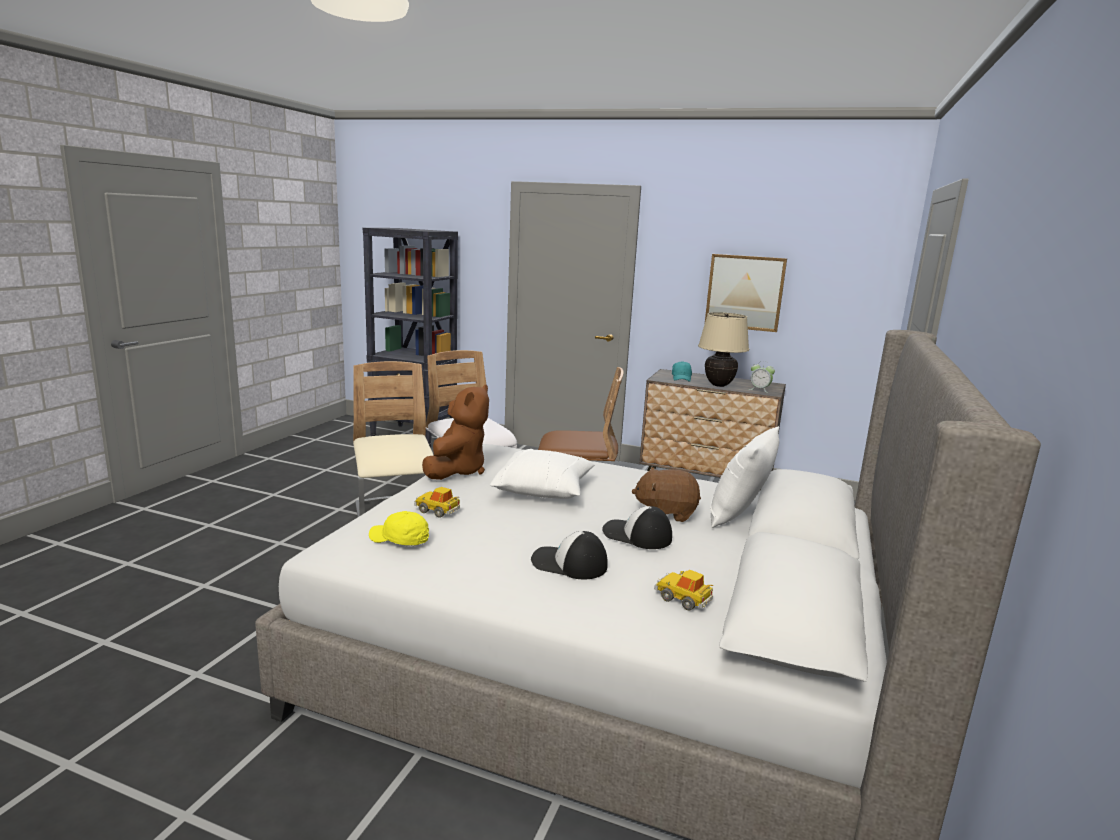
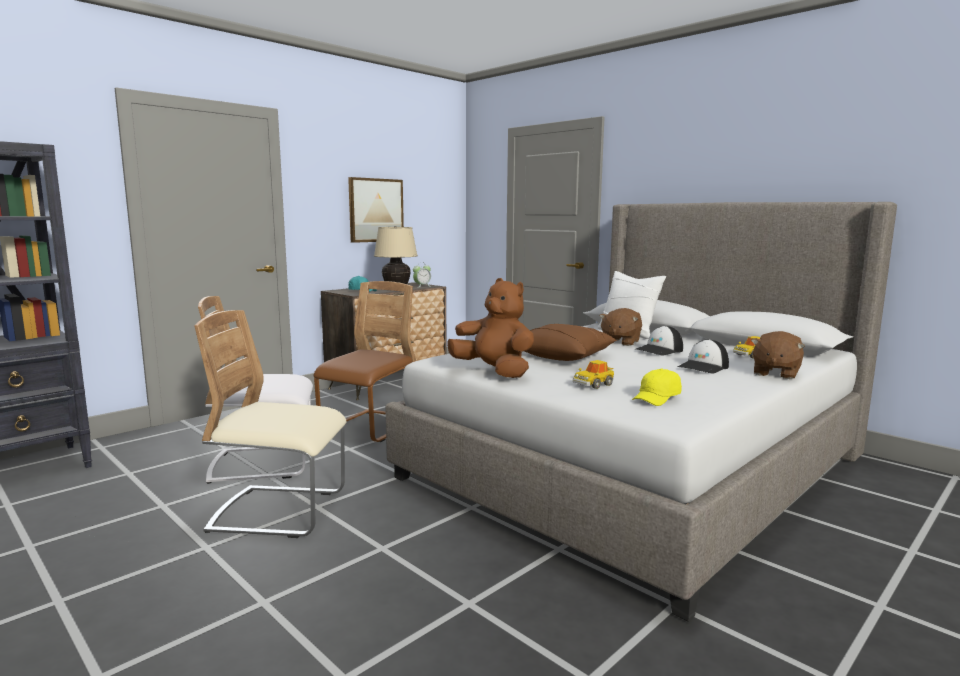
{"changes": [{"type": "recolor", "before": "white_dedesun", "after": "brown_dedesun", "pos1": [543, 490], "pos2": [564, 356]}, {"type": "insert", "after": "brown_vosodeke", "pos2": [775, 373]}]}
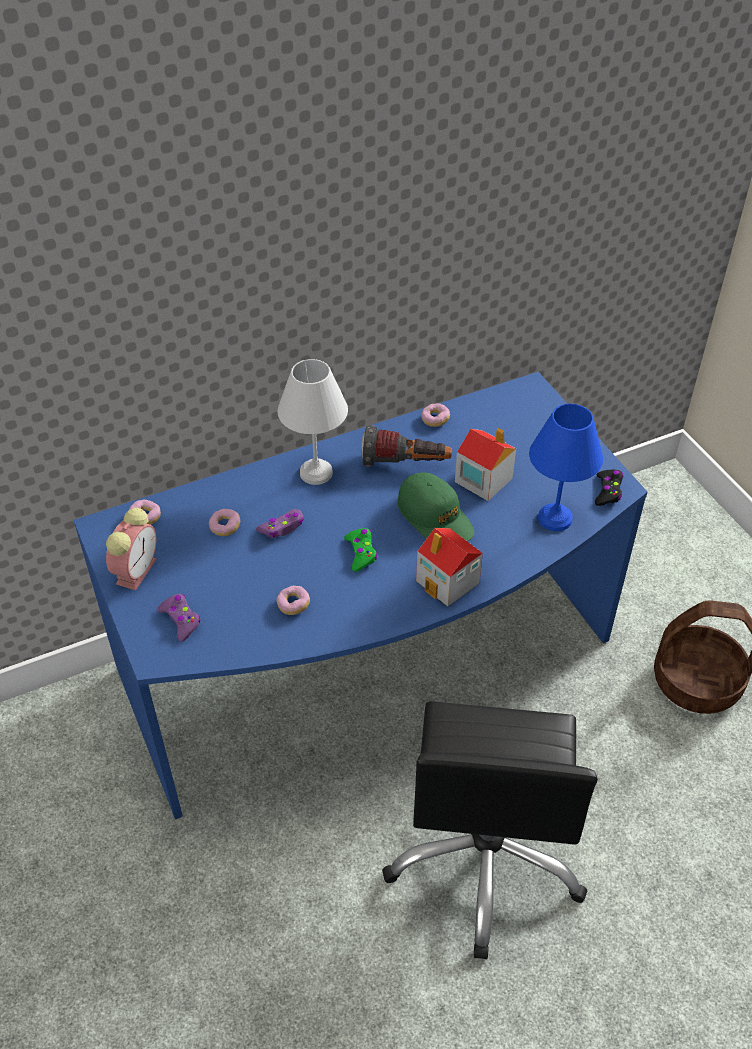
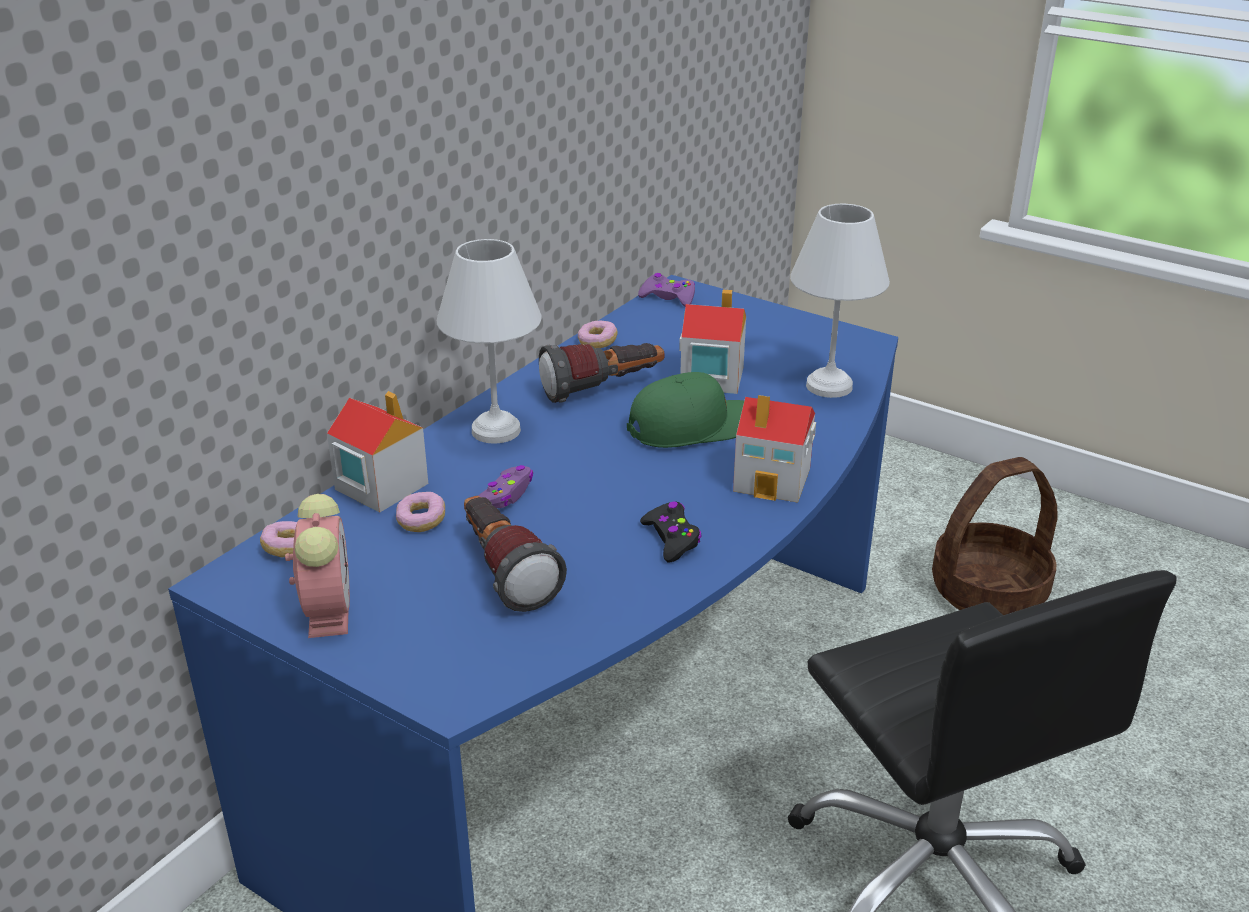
{"changes": [{"type": "recolor", "before": "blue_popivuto", "after": "white_popivuto", "pos1": [553, 519], "pos2": [828, 387]}, {"type": "move", "before": "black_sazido", "pos1": [608, 491], "pos2": [671, 539]}, {"type": "rotate", "before": "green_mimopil", "pos1": [435, 517], "pos2": [692, 426], "turn": -45}, {"type": "delete", "before": "green_sazido", "pos1": [361, 553]}, {"type": "delete", "before": "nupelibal", "pos1": [293, 605]}, {"type": "move", "before": "purple_sazido", "pos1": [181, 620], "pos2": [668, 297]}, {"type": "insert", "after": "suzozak", "pos2": [380, 486]}, {"type": "insert", "after": "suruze", "pos2": [504, 571]}]}
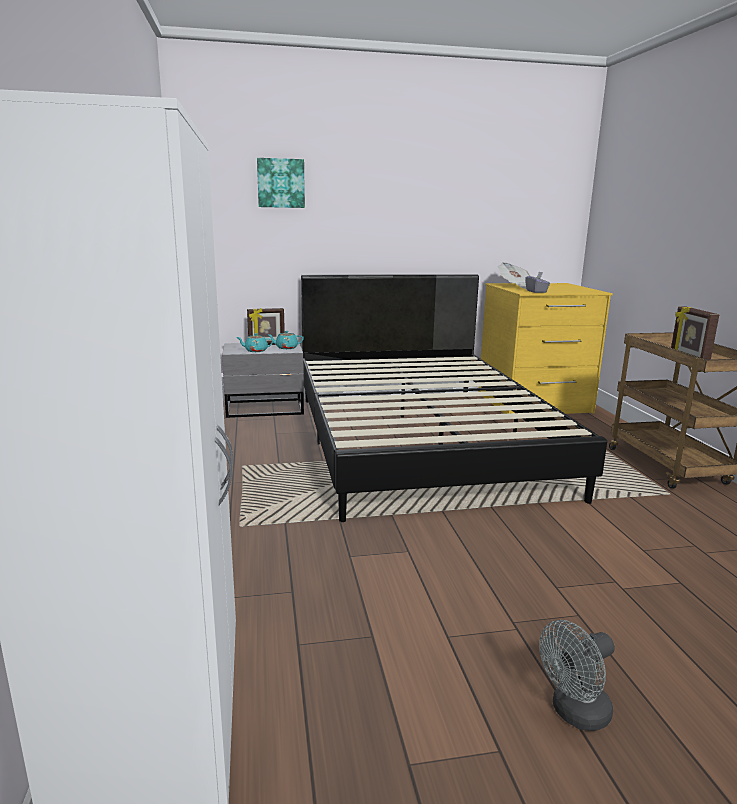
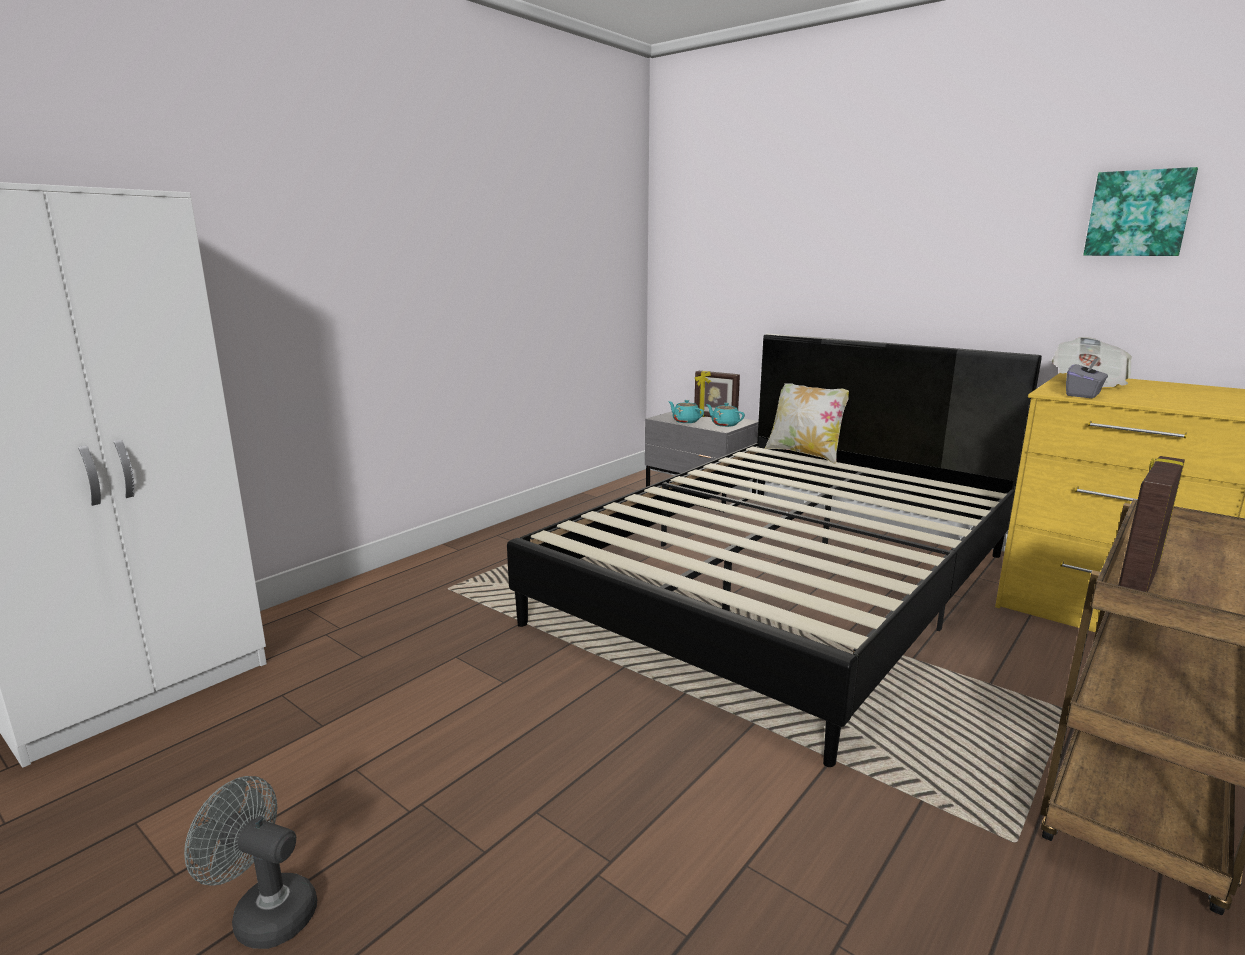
{"changes": [{"type": "move", "before": "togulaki", "pos1": [281, 183], "pos2": [1138, 213]}, {"type": "insert", "after": "dedesun", "pos2": [805, 454]}]}
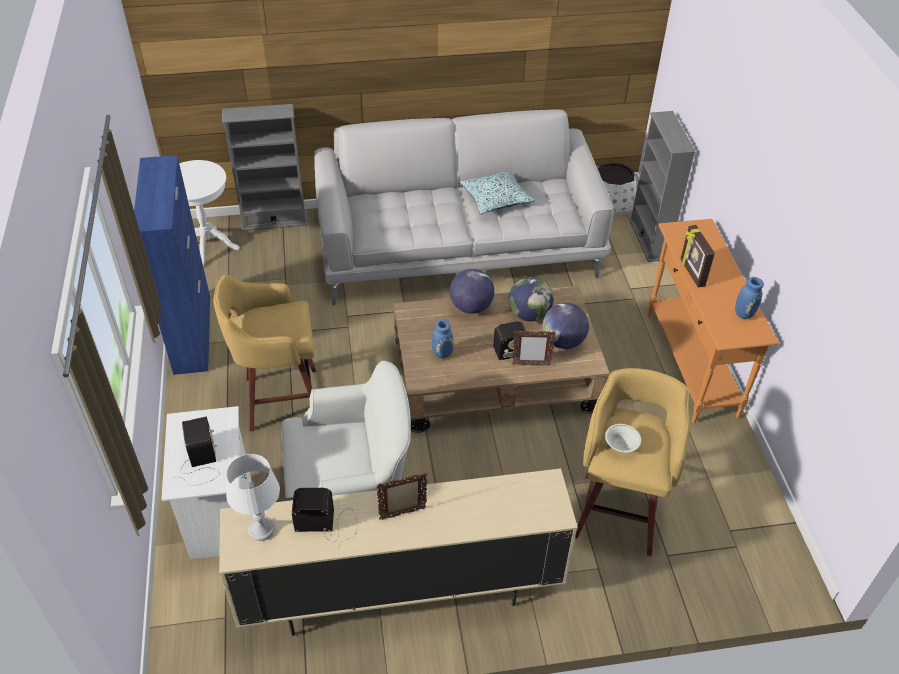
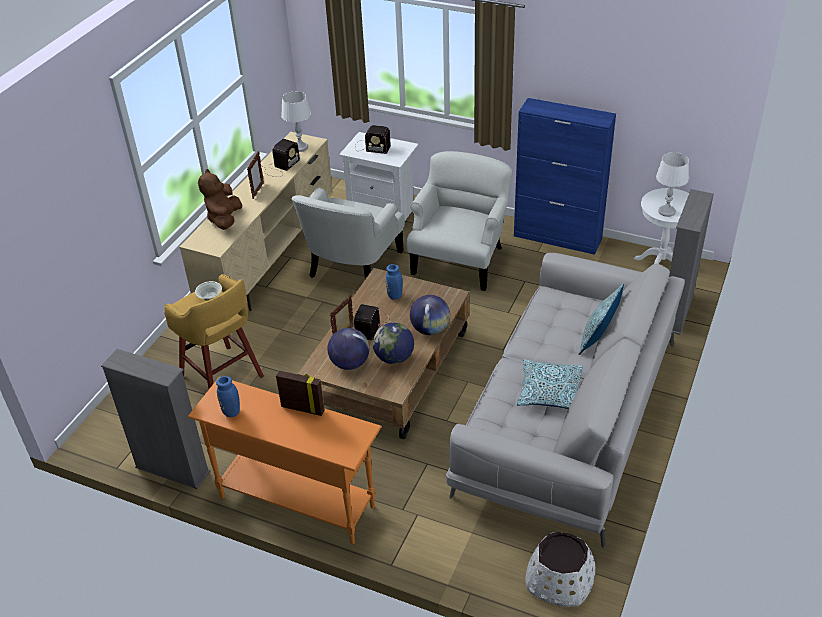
{"changes": [{"type": "move", "before": "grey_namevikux", "pos1": [649, 239], "pos2": [172, 470]}, {"type": "replace", "before": "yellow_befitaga", "after": "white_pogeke", "pos1": [280, 399], "pos2": [460, 259]}, {"type": "insert", "after": "white_popivuto", "pos2": [667, 211]}, {"type": "insert", "after": "brown_vosodeke", "pos2": [224, 219]}, {"type": "insert", "after": "dedesun", "pos2": [598, 339]}]}
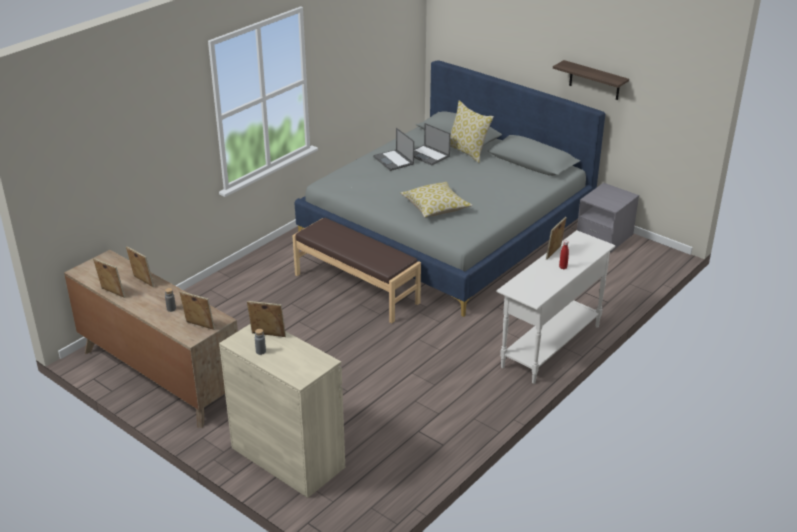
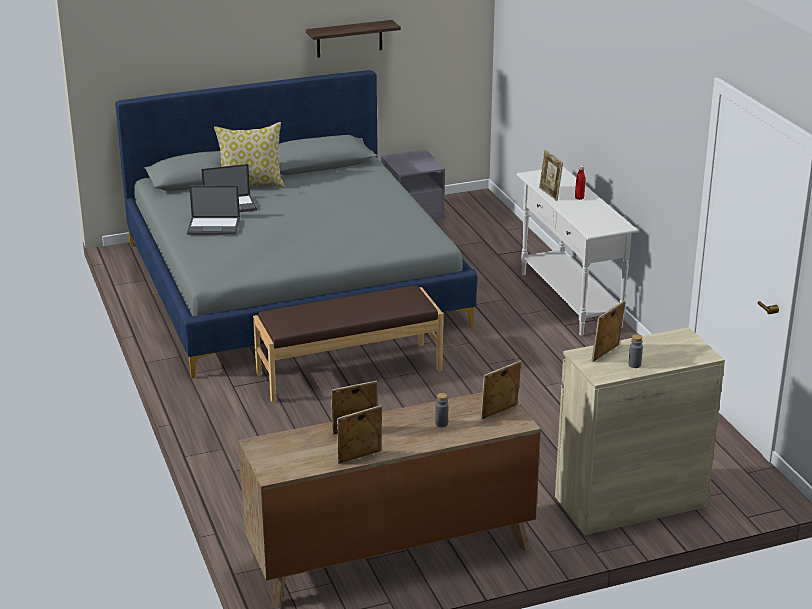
{"changes": [{"type": "delete", "before": "dedesun", "pos1": [435, 208]}]}
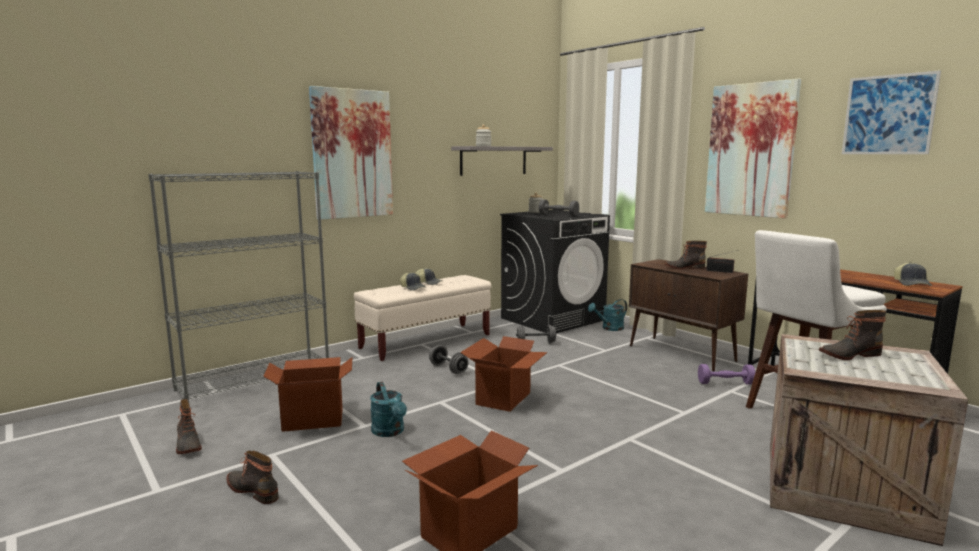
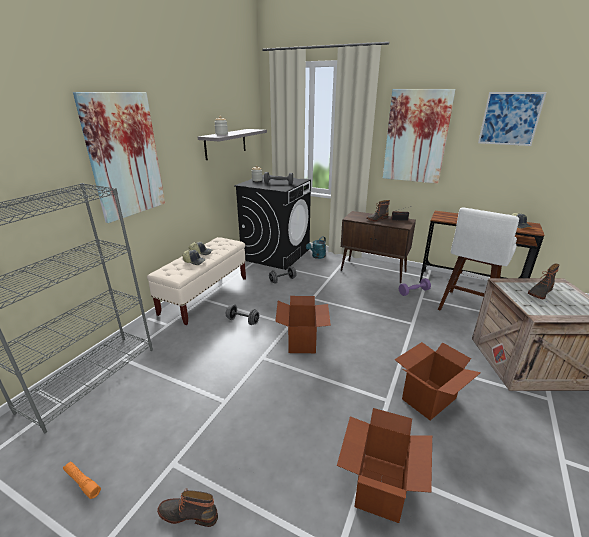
{"changes": [{"type": "move", "before": "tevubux", "pos1": [313, 419], "pos2": [428, 398]}, {"type": "delete", "before": "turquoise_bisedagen", "pos1": [390, 432]}, {"type": "replace", "before": "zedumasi", "after": "orange_suruze", "pos1": [187, 445], "pos2": [82, 482]}]}
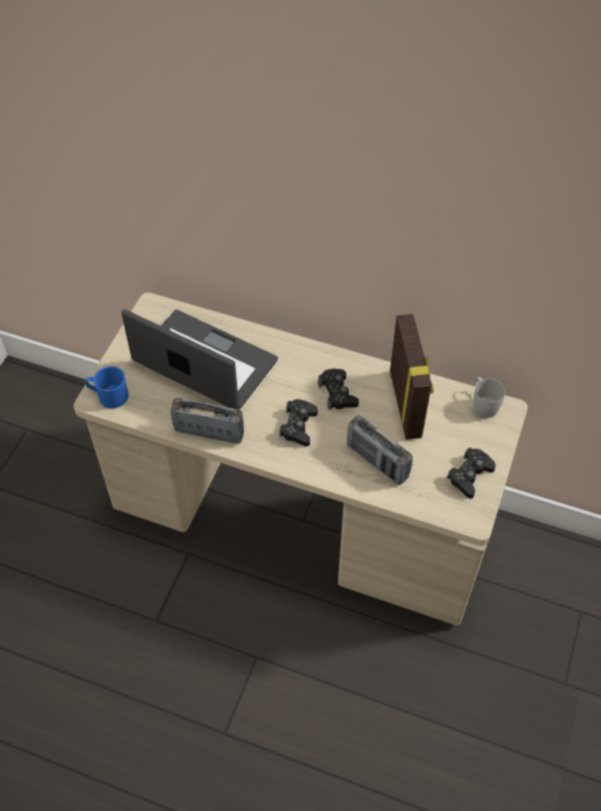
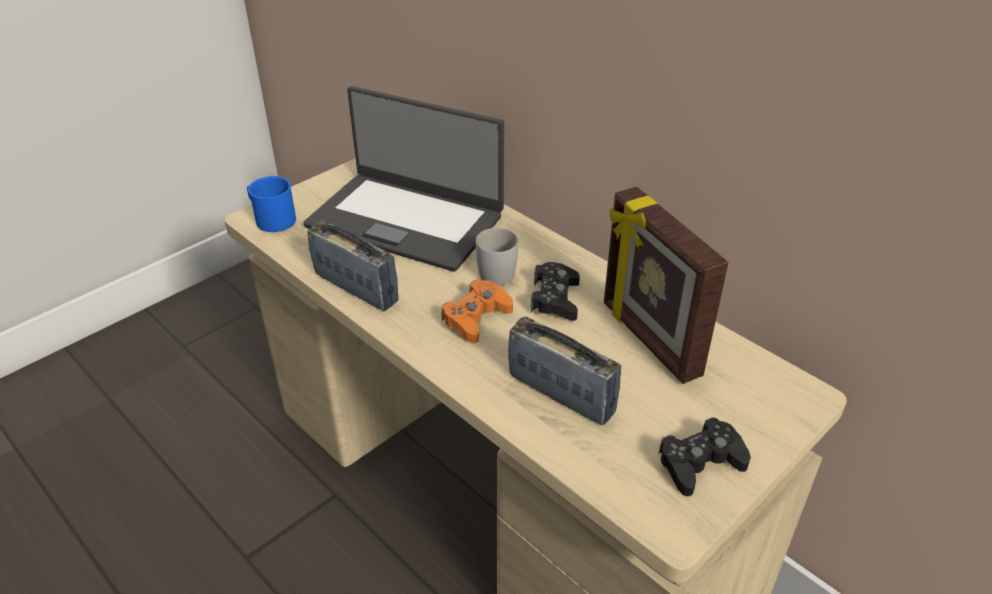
{"changes": [{"type": "rotate", "before": "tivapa", "pos1": [204, 363], "pos2": [406, 220], "turn": 150}, {"type": "rotate", "before": "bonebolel", "pos1": [406, 404], "pos2": [648, 340], "turn": 135}, {"type": "move", "before": "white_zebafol", "pos1": [483, 404], "pos2": [497, 270]}, {"type": "recolor", "before": "black_sazido", "after": "orange_sazido", "pos1": [298, 426], "pos2": [476, 317]}, {"type": "rotate", "before": "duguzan", "pos1": [377, 461], "pos2": [561, 394], "turn": 150}]}
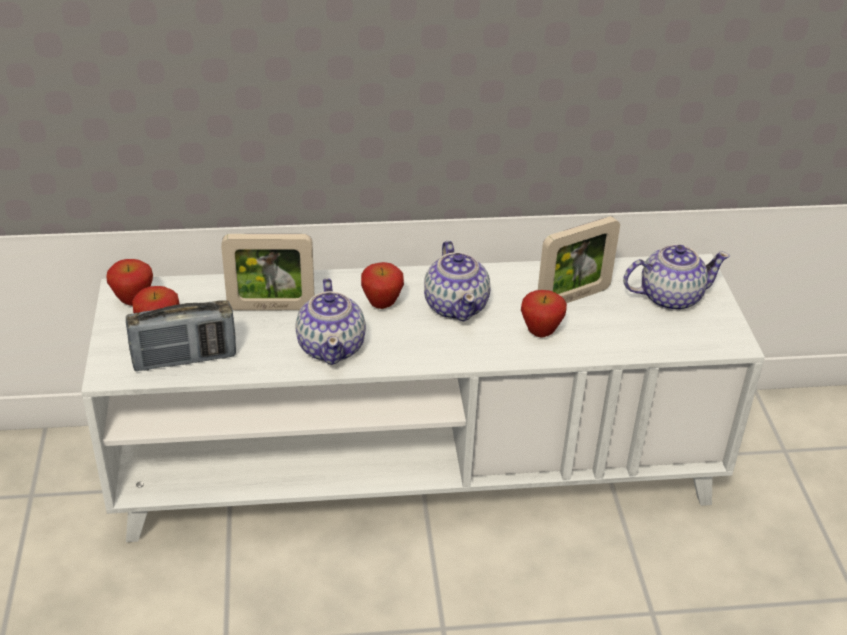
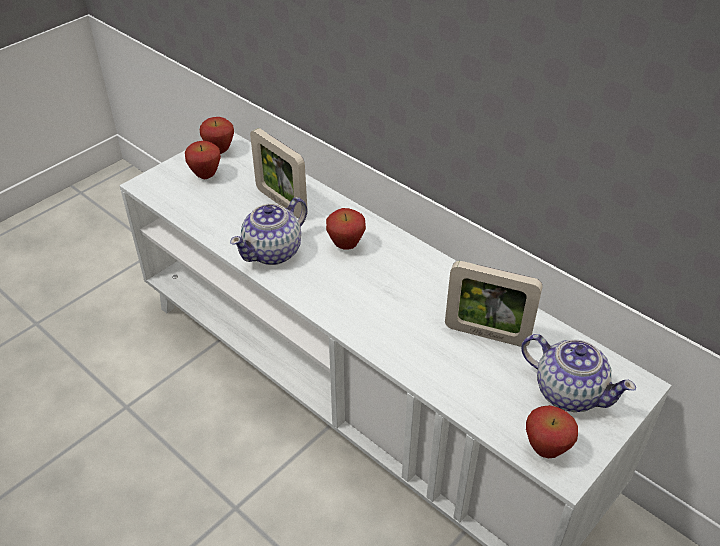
{"changes": [{"type": "delete", "before": "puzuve", "pos1": [456, 306]}, {"type": "move", "before": "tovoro", "pos1": [540, 333], "pos2": [545, 449]}, {"type": "delete", "before": "duguzan", "pos1": [184, 359]}]}
